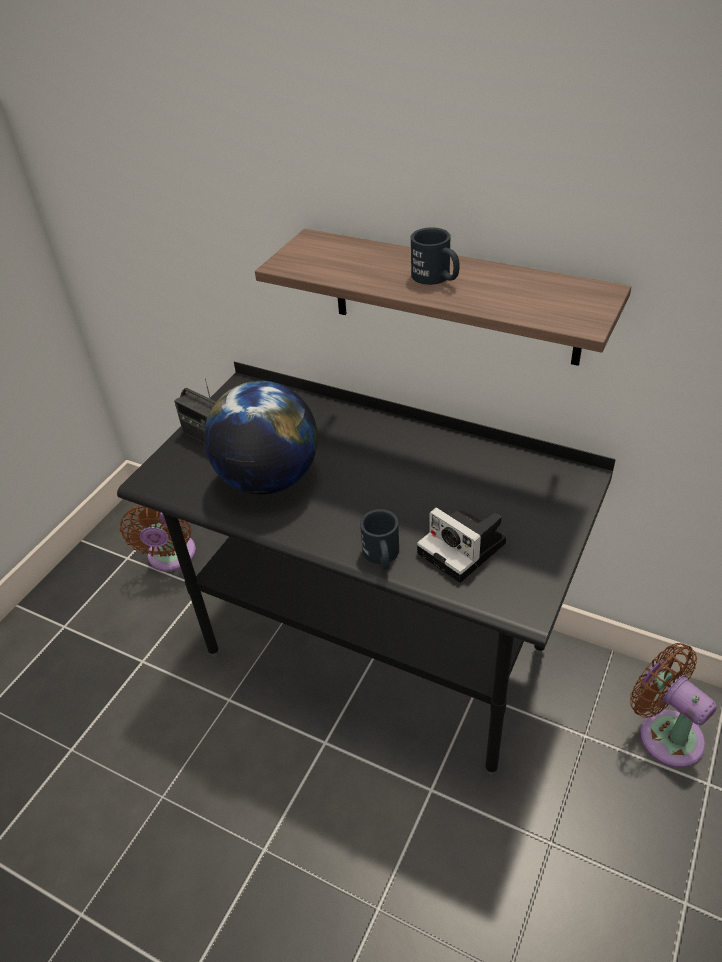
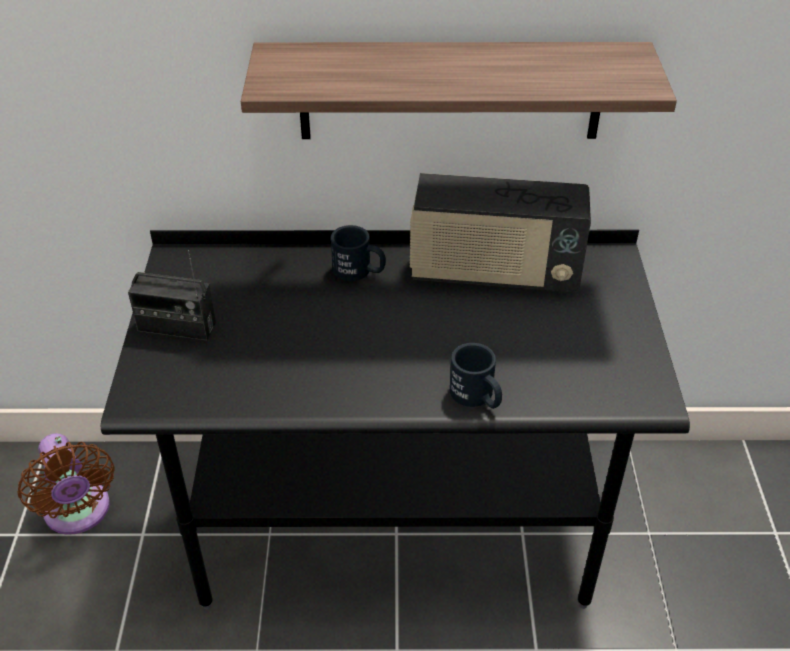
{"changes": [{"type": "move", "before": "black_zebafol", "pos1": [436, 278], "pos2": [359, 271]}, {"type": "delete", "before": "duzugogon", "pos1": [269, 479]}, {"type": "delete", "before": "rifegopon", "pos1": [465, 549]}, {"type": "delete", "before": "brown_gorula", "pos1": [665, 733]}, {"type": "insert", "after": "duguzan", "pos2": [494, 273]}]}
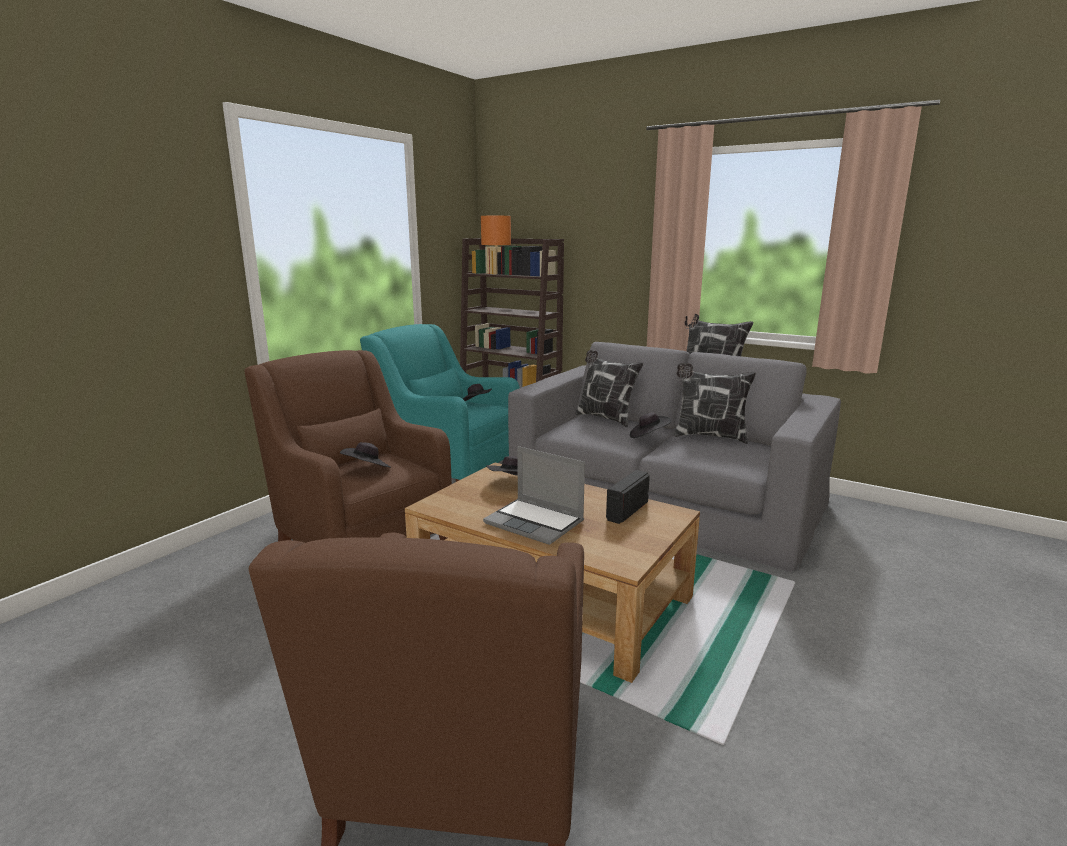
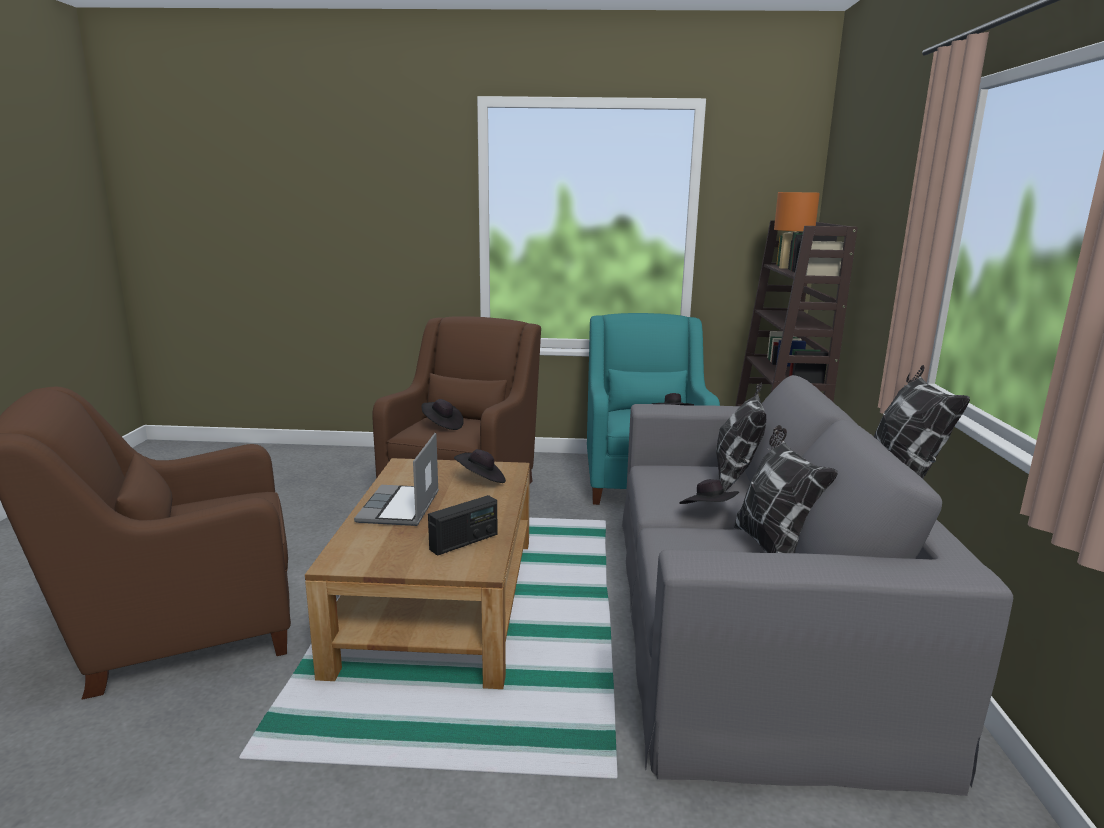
{"changes": [{"type": "rotate", "before": "duguzan", "pos1": [626, 511], "pos2": [464, 542], "turn": 135}]}
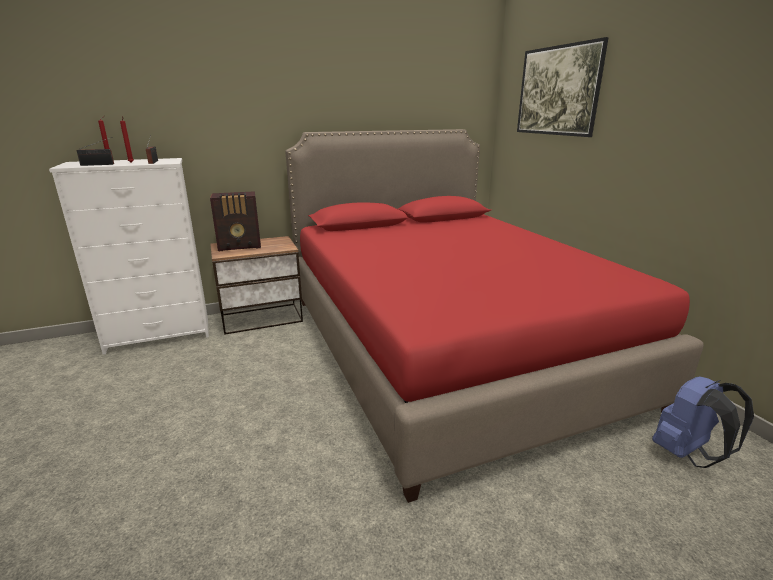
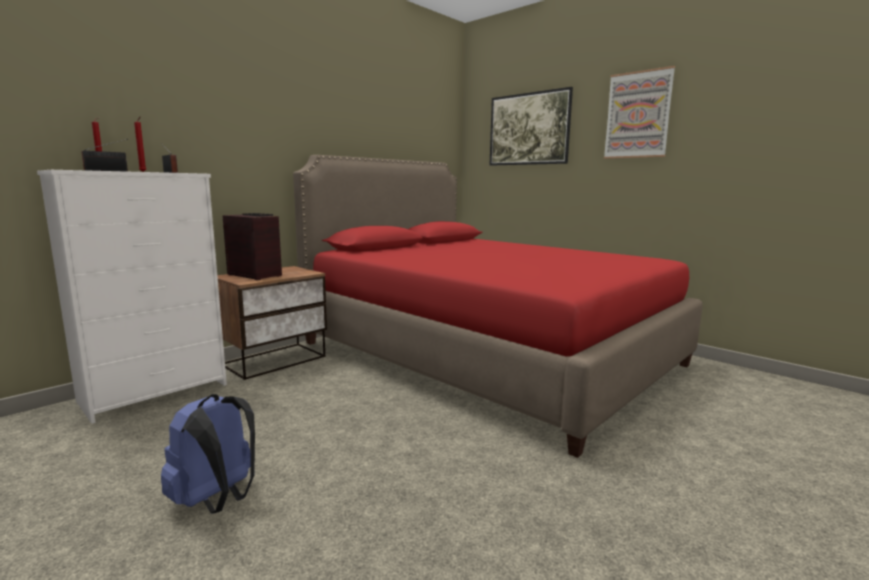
{"changes": [{"type": "rotate", "before": "duguzan", "pos1": [241, 246], "pos2": [254, 275], "turn": -105}, {"type": "move", "before": "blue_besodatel", "pos1": [687, 454], "pos2": [217, 500]}, {"type": "insert", "after": "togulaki", "pos2": [638, 115]}]}
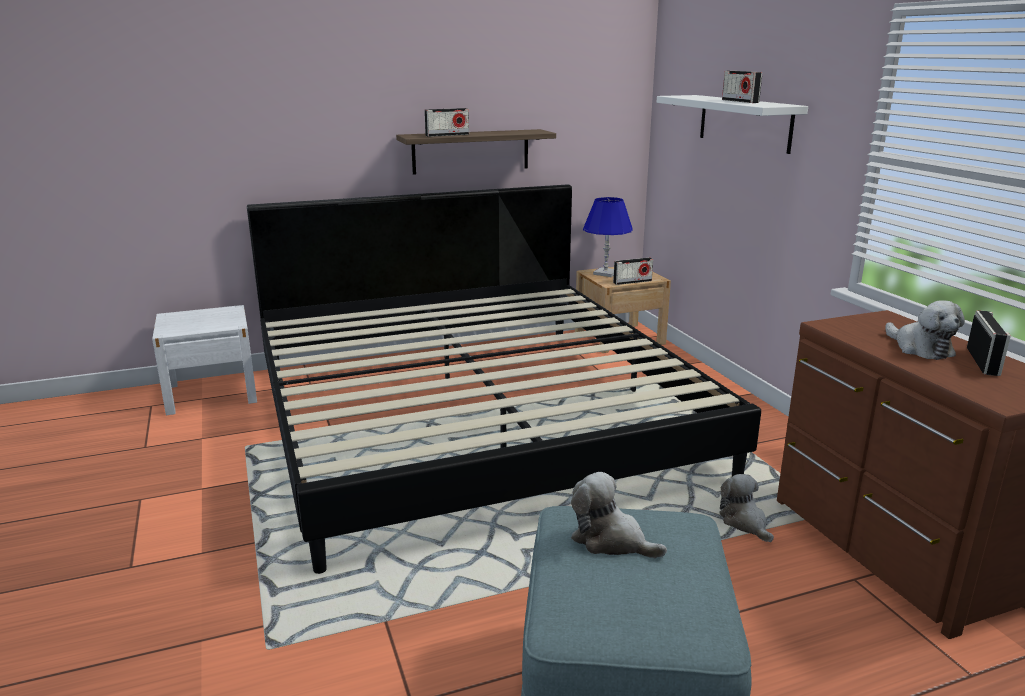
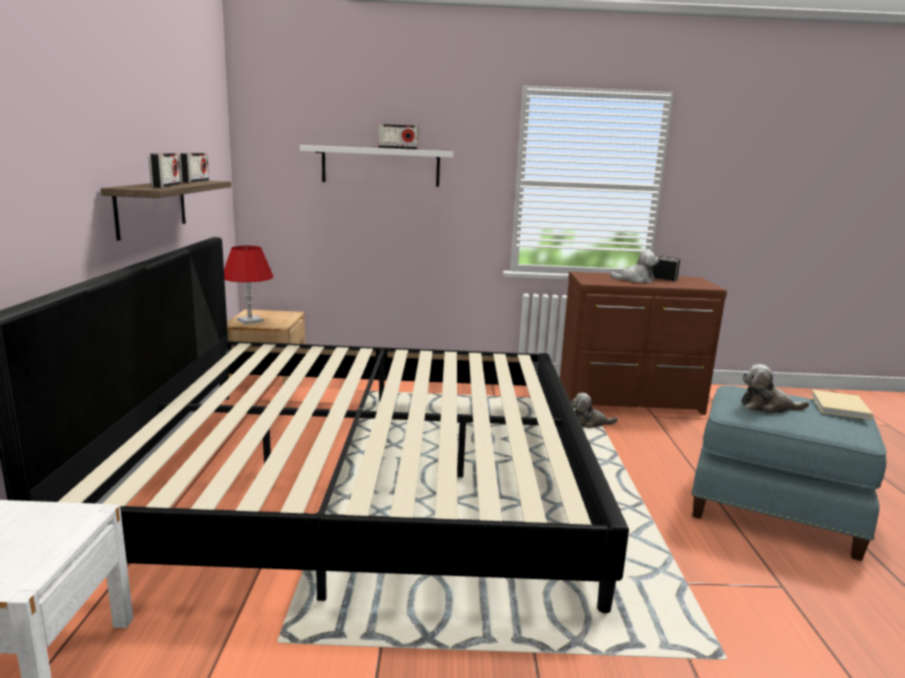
{"changes": [{"type": "recolor", "before": "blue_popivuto", "after": "red_popivuto", "pos1": [605, 273], "pos2": [250, 321]}, {"type": "move", "before": "duguzan", "pos1": [632, 282], "pos2": [195, 181]}, {"type": "rotate", "before": "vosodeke", "pos1": [611, 540], "pos2": [767, 407], "turn": 45}, {"type": "insert", "after": "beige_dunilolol", "pos2": [840, 407]}]}
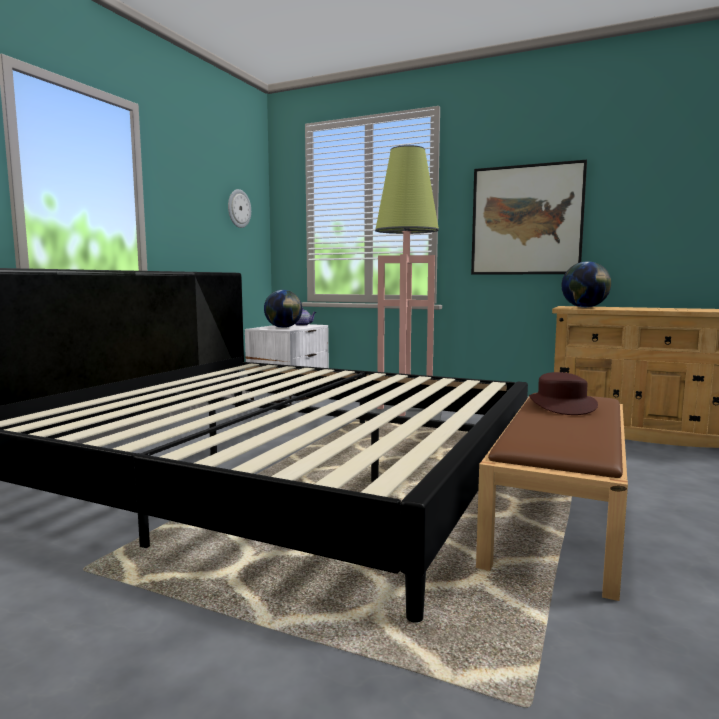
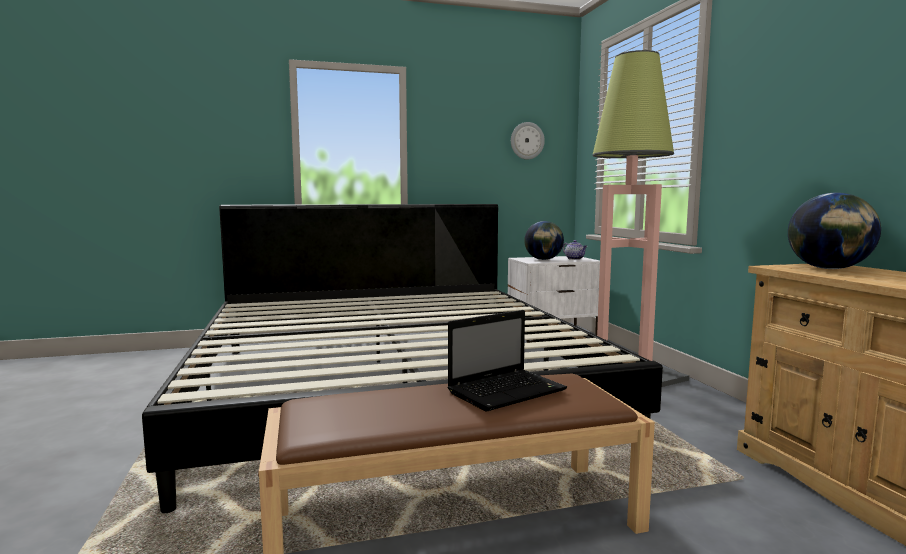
{"changes": [{"type": "delete", "before": "togulaki", "pos1": [526, 220]}, {"type": "replace", "before": "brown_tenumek", "after": "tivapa", "pos1": [561, 405], "pos2": [508, 391]}]}
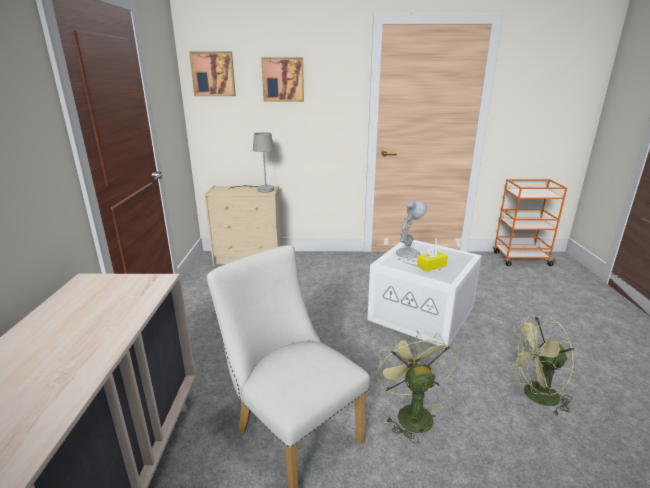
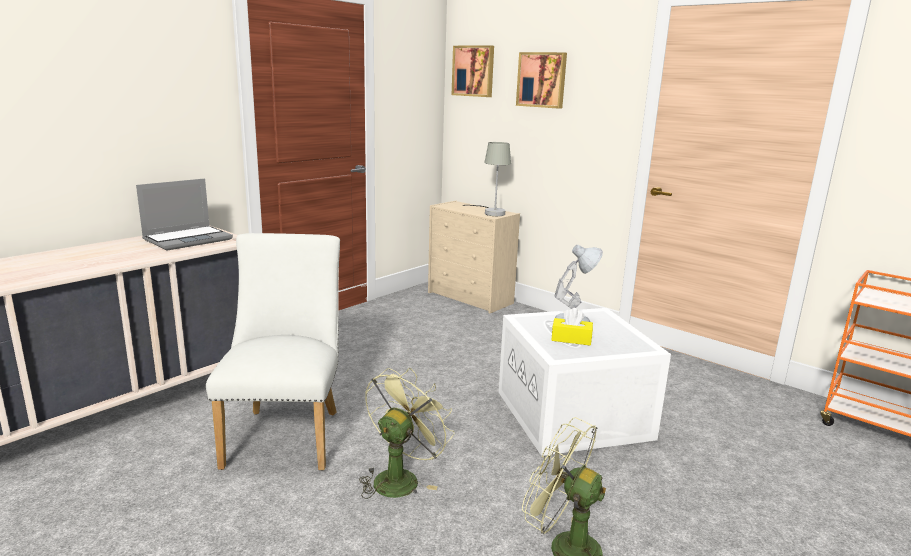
{"changes": [{"type": "insert", "after": "tivapa", "pos2": [188, 239]}]}
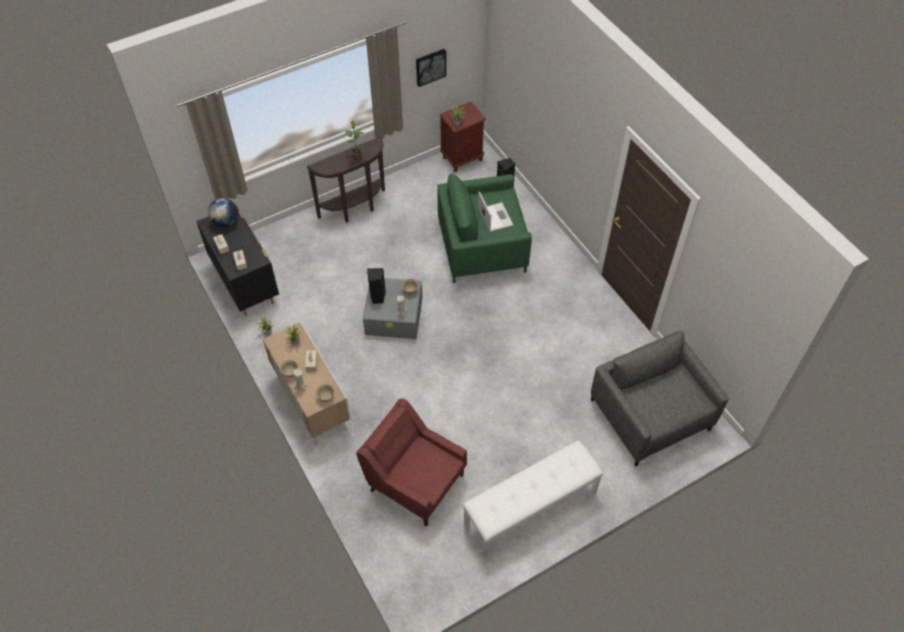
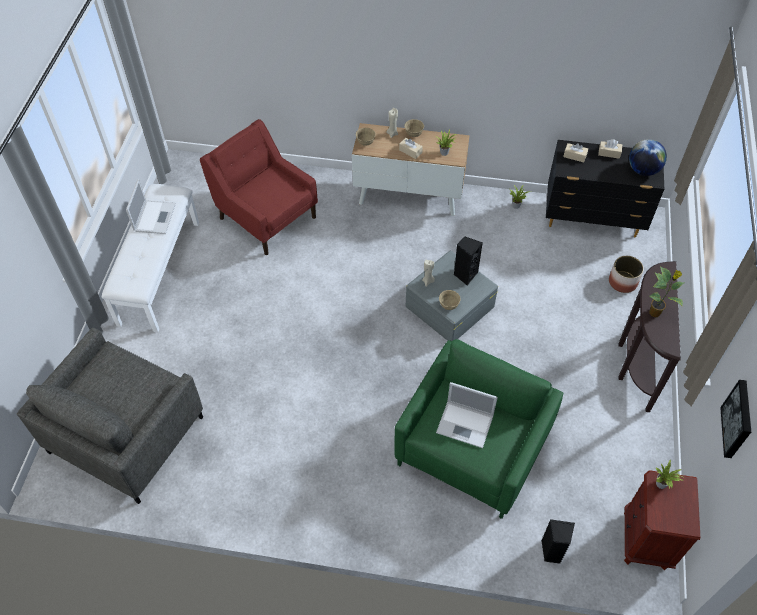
{"changes": [{"type": "rotate", "before": "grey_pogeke", "pos1": [650, 414], "pos2": [126, 434], "turn": 105}, {"type": "rotate", "before": "red_pogeke", "pos1": [415, 481], "pos2": [266, 216], "turn": -120}, {"type": "insert", "after": "tivapa", "pos2": [155, 217]}, {"type": "insert", "after": "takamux", "pos2": [623, 282]}]}
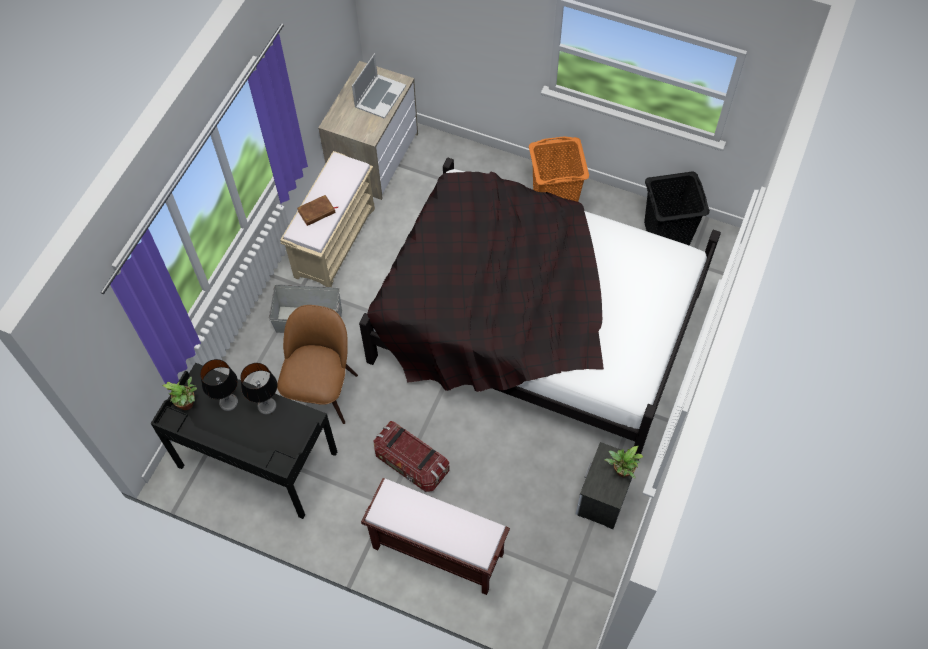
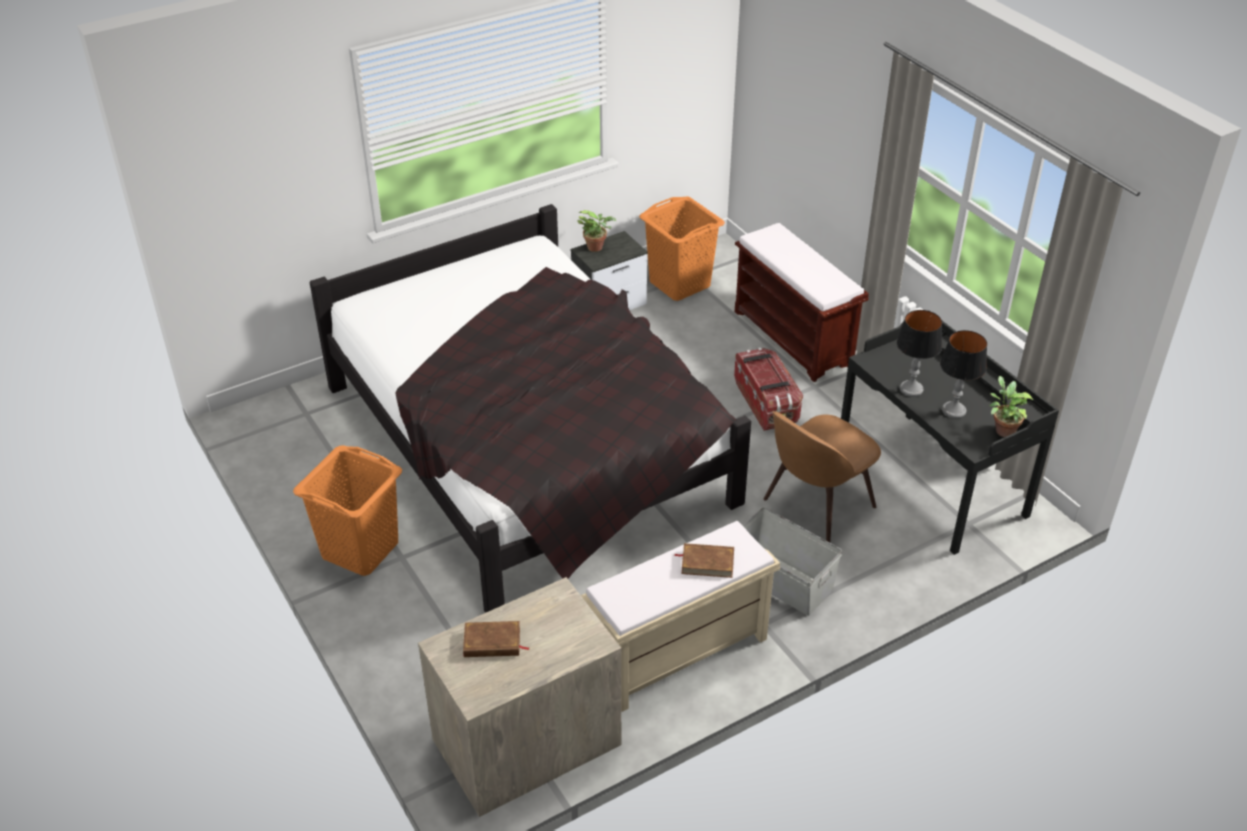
{"changes": [{"type": "replace", "before": "tivapa", "after": "brown_dunilolol", "pos1": [380, 96], "pos2": [492, 643]}, {"type": "delete", "before": "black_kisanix", "pos1": [667, 234]}, {"type": "insert", "after": "orange_kisanix", "pos2": [679, 283]}]}
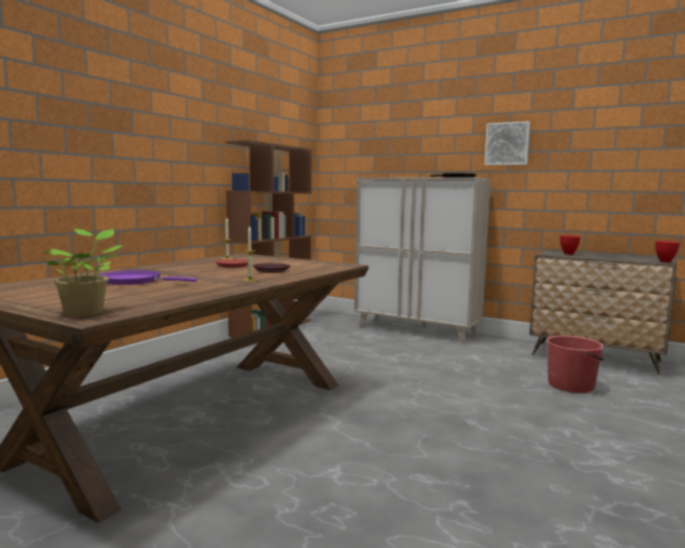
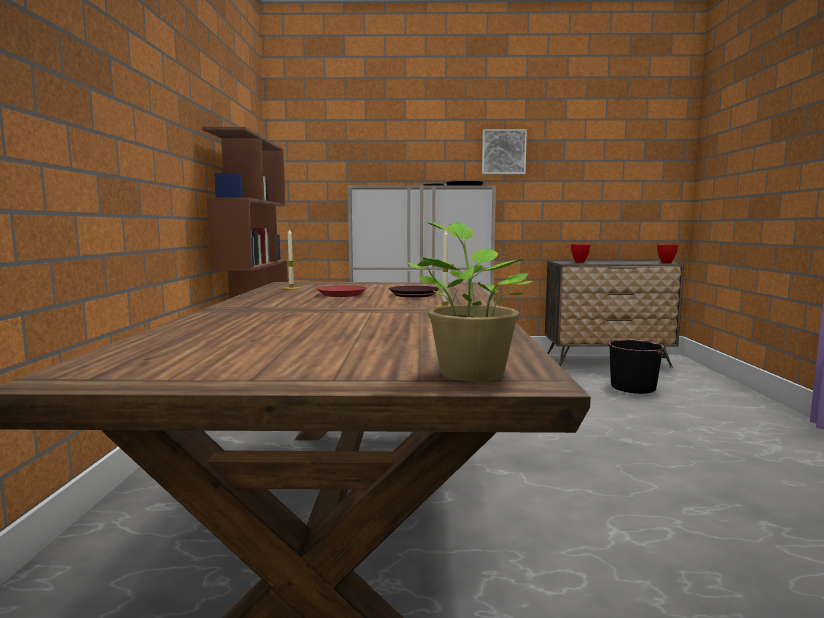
{"changes": [{"type": "delete", "before": "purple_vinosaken", "pos1": [134, 281]}, {"type": "recolor", "before": "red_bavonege", "after": "black_bavonege", "pos1": [571, 385], "pos2": [633, 387]}]}
